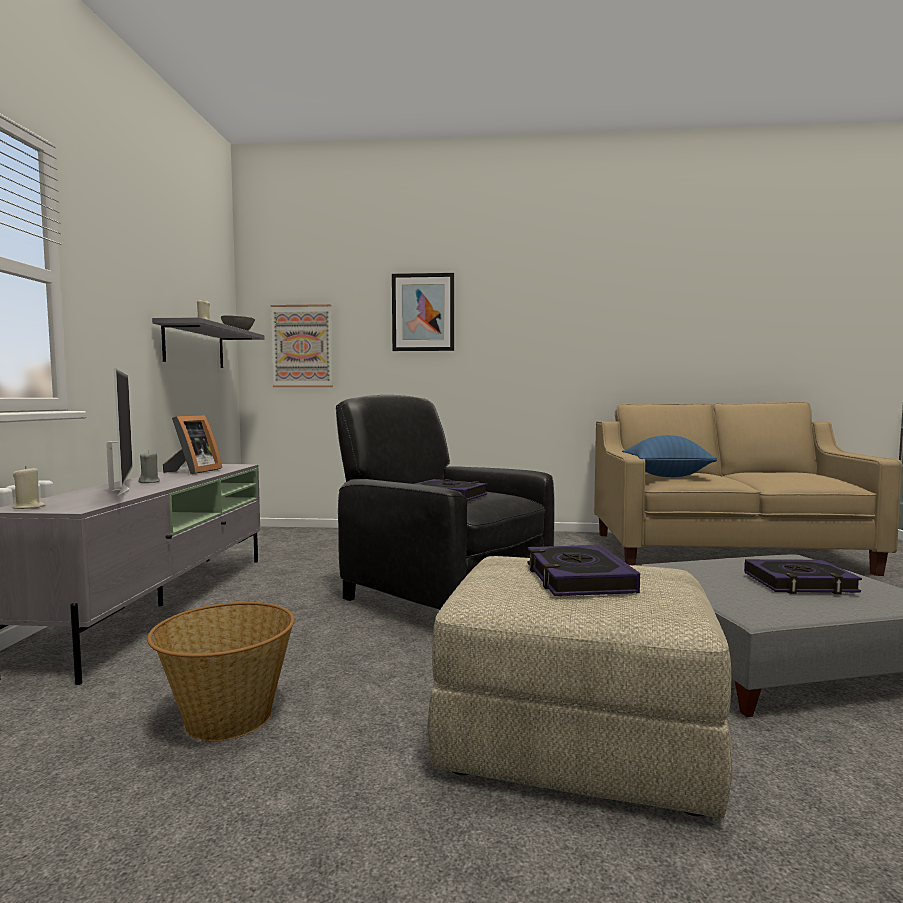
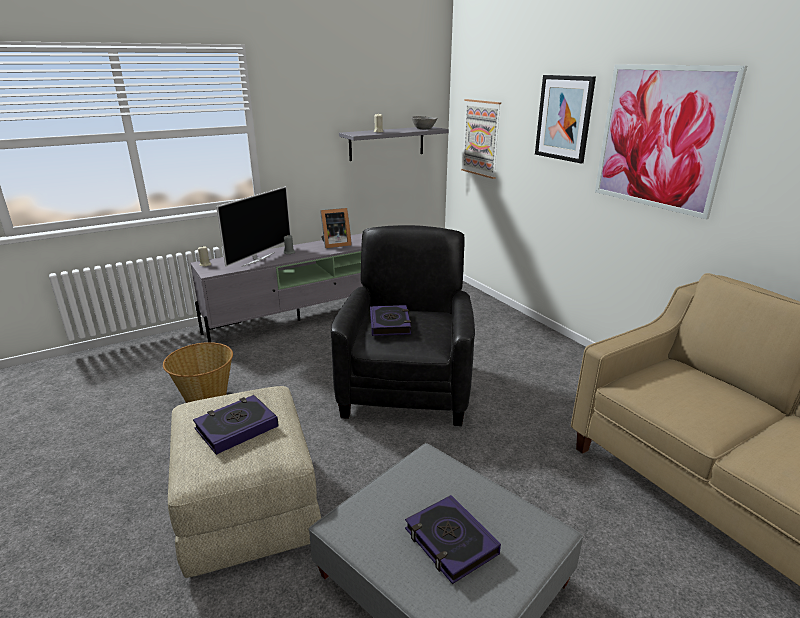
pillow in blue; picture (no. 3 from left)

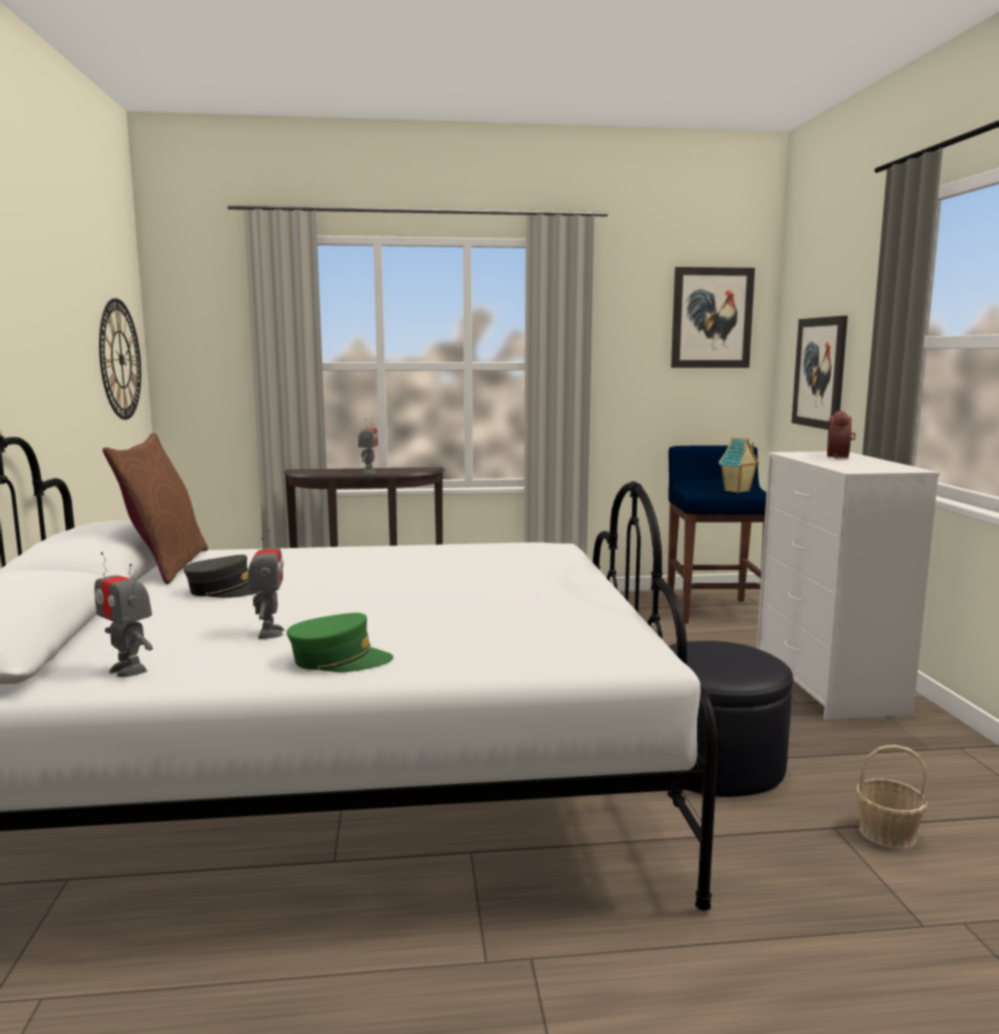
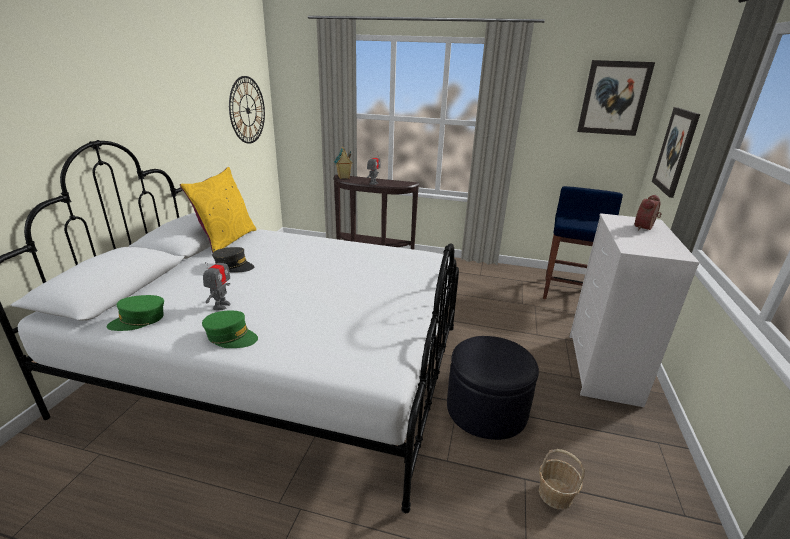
cap in green (no. 1 from left); pillow in yellow; toy house

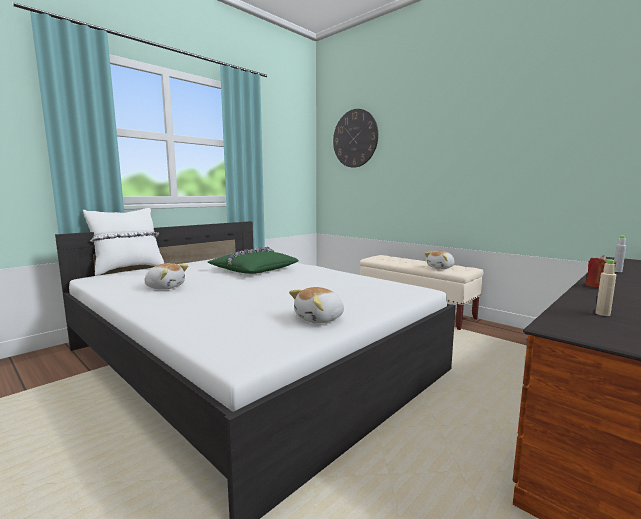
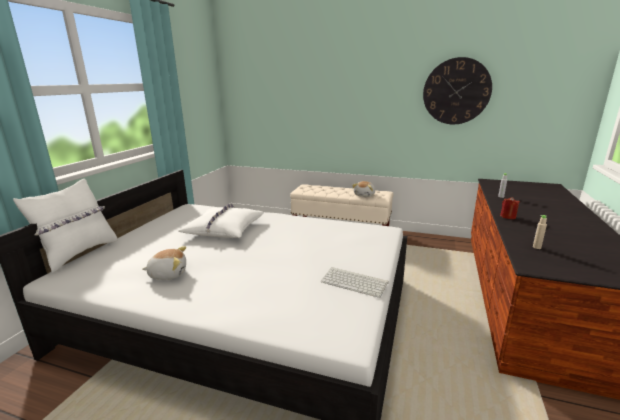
pillow in white (no. 2 from left); keyboard; wall clock

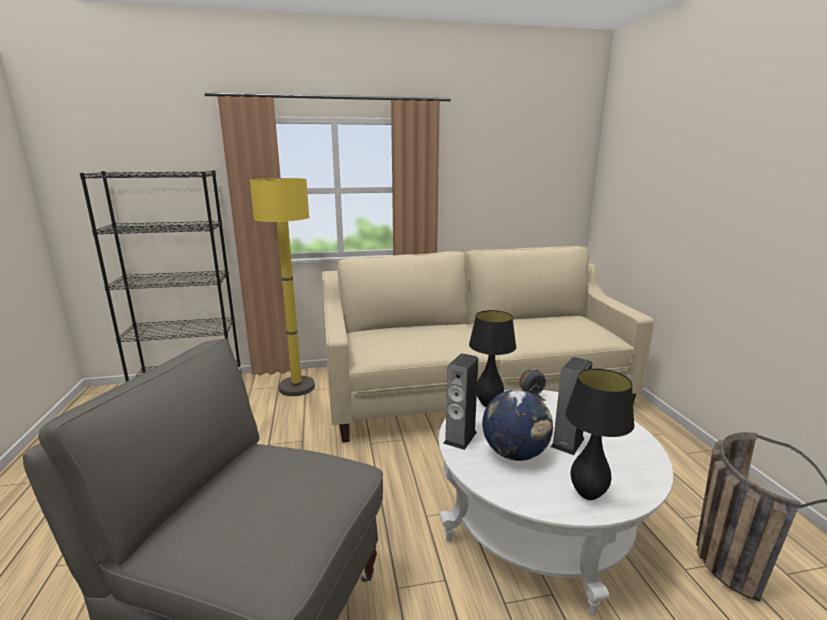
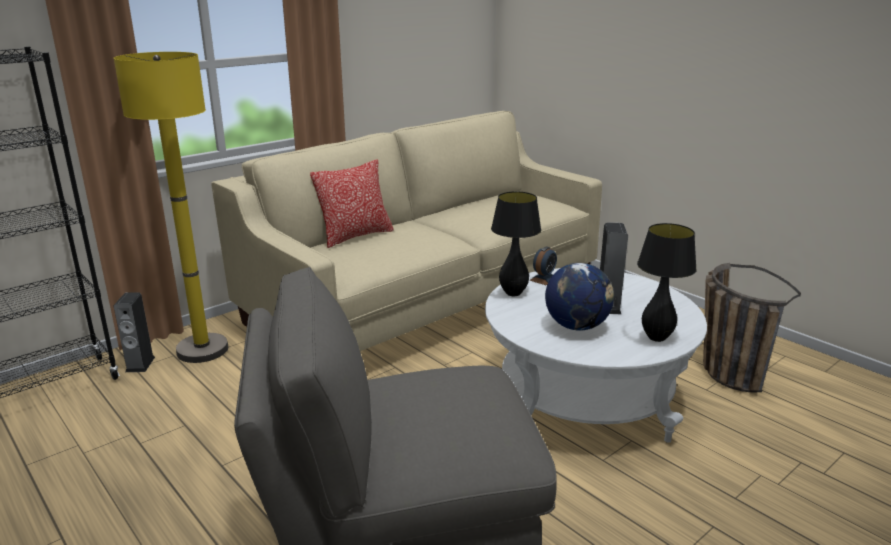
speaker (no. 1 from left); pillow

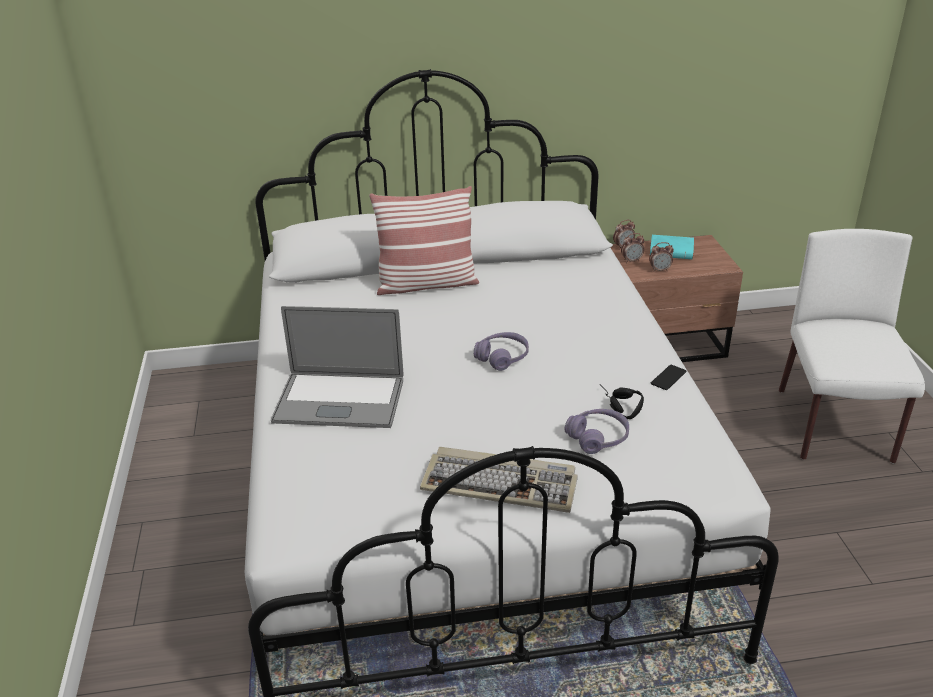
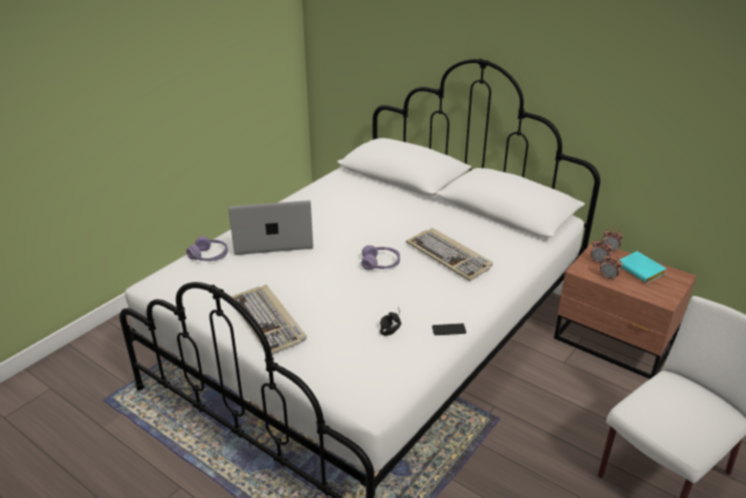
laptop; pillow; headphones in purple (no. 1 from left); keyboard (no. 2 from left)

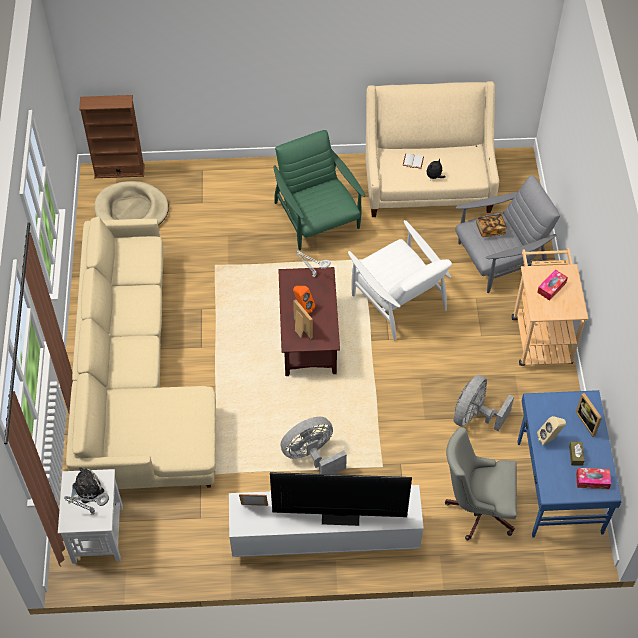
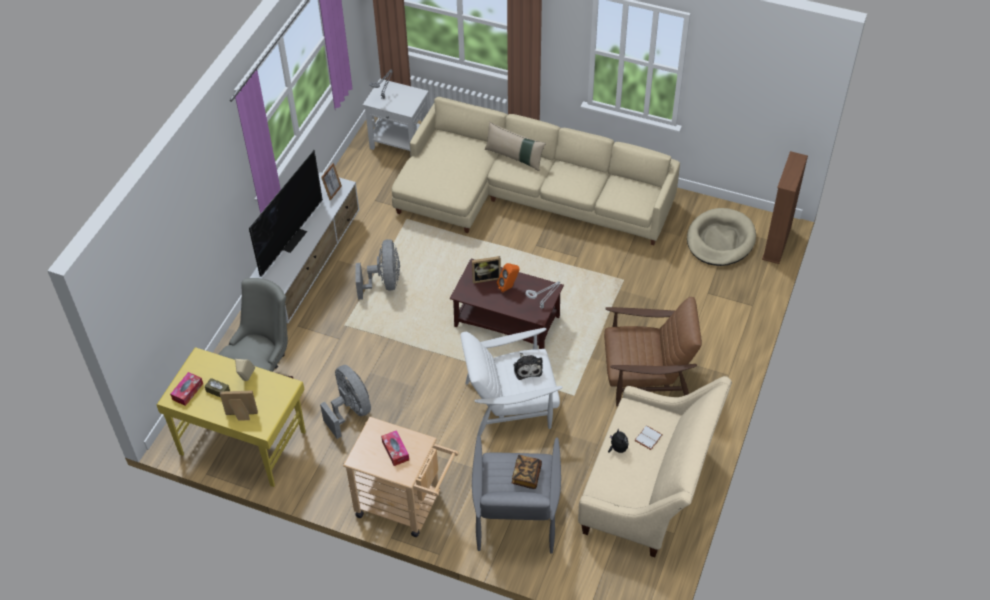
plush toy (no. 1 from left); armchair in brown; desk in yellow; pillow in beige

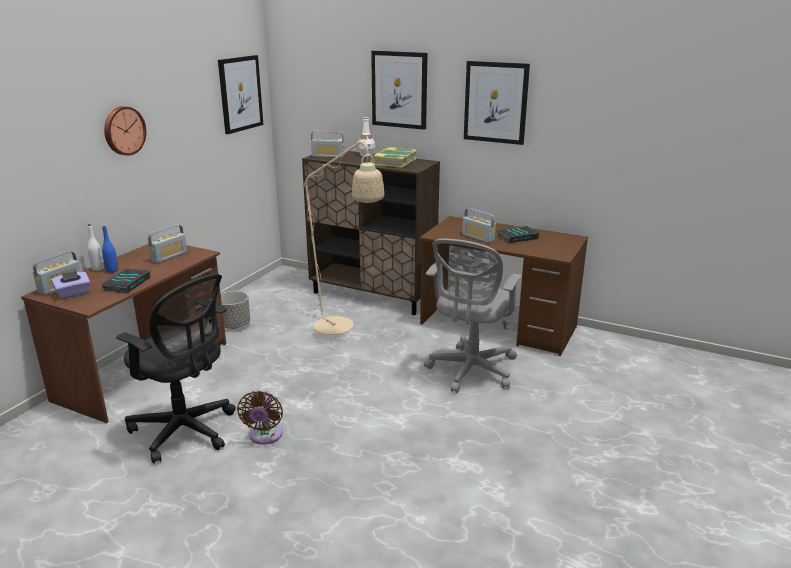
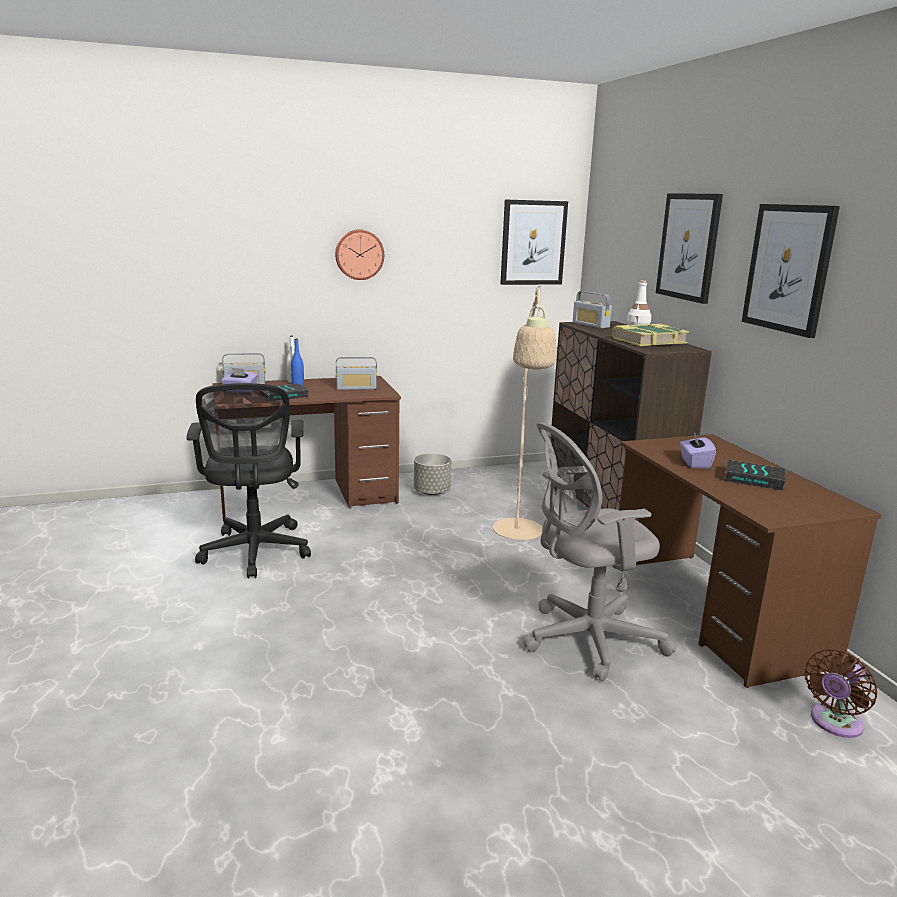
fan in brown; tissue box in purple (no. 2 from left)

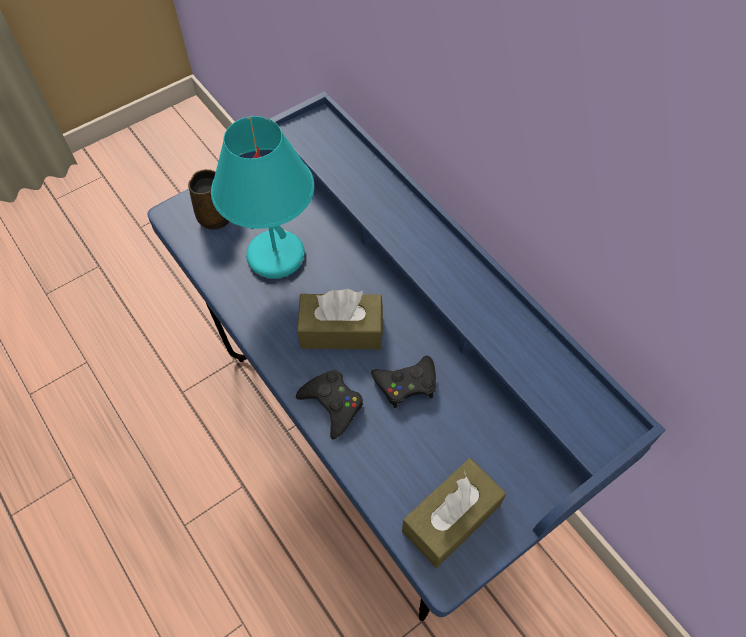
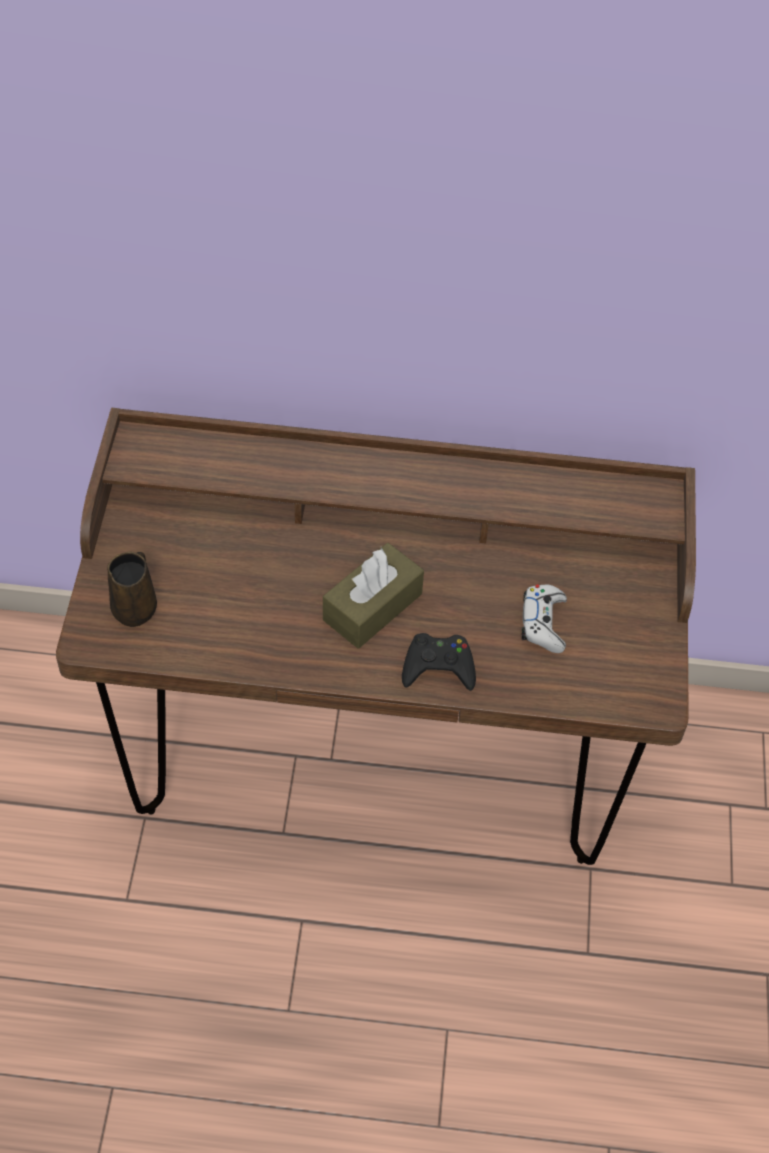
desk in brown; table lamp in turquoise; game controller in black (no. 2 from left in the first image); tissue box in brown (no. 2 from left in the first image); game controller in white

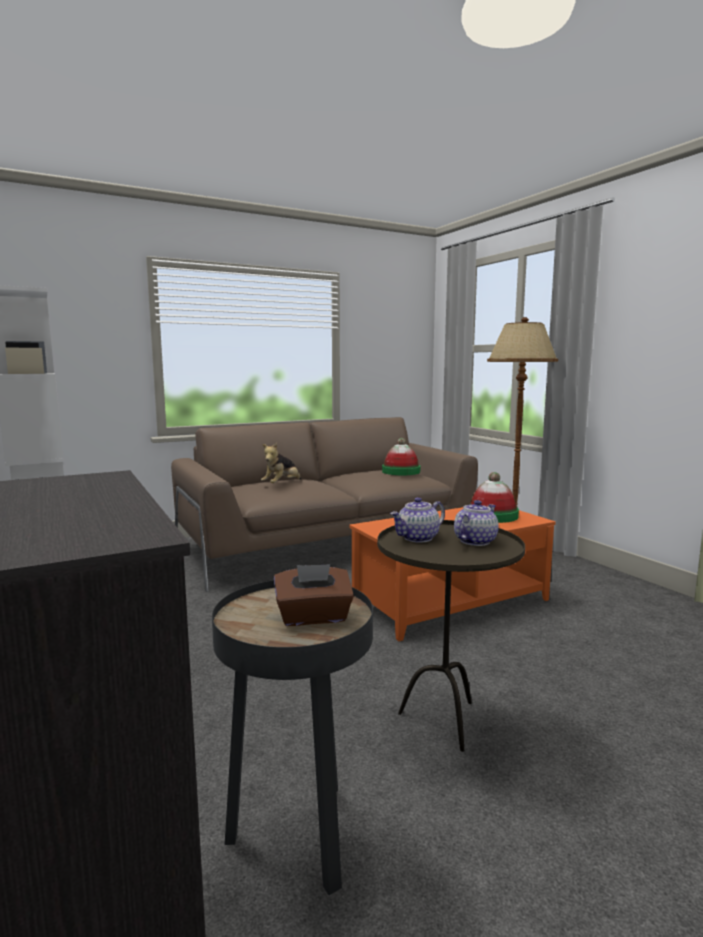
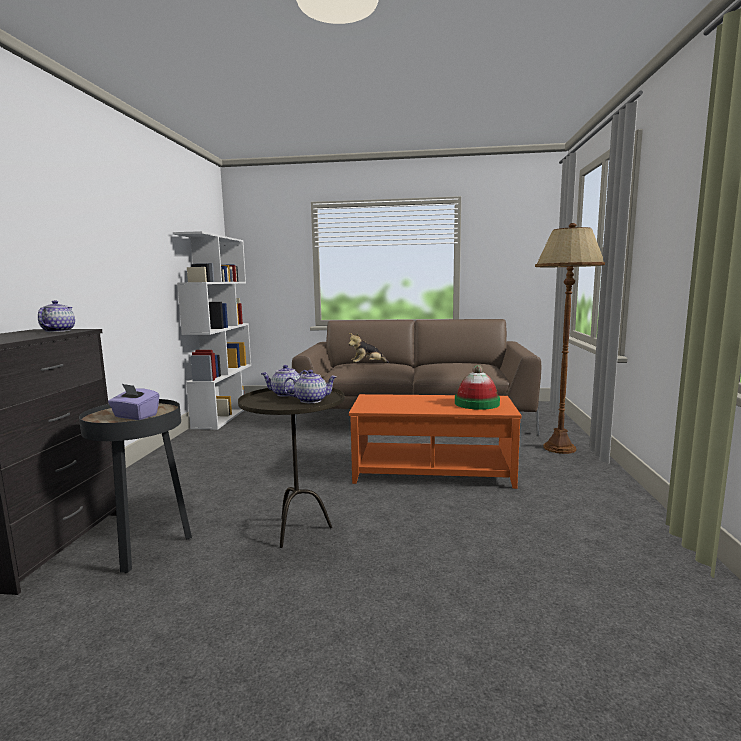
tissue box in purple; hat (no. 1 from left in the first image); teapot (no. 1 from left)

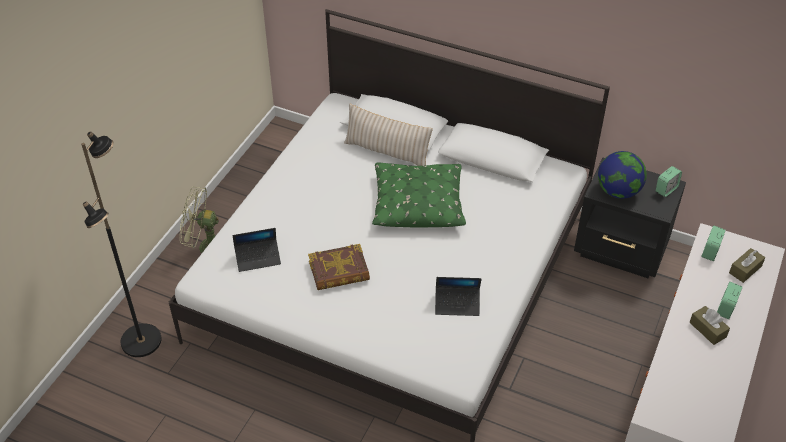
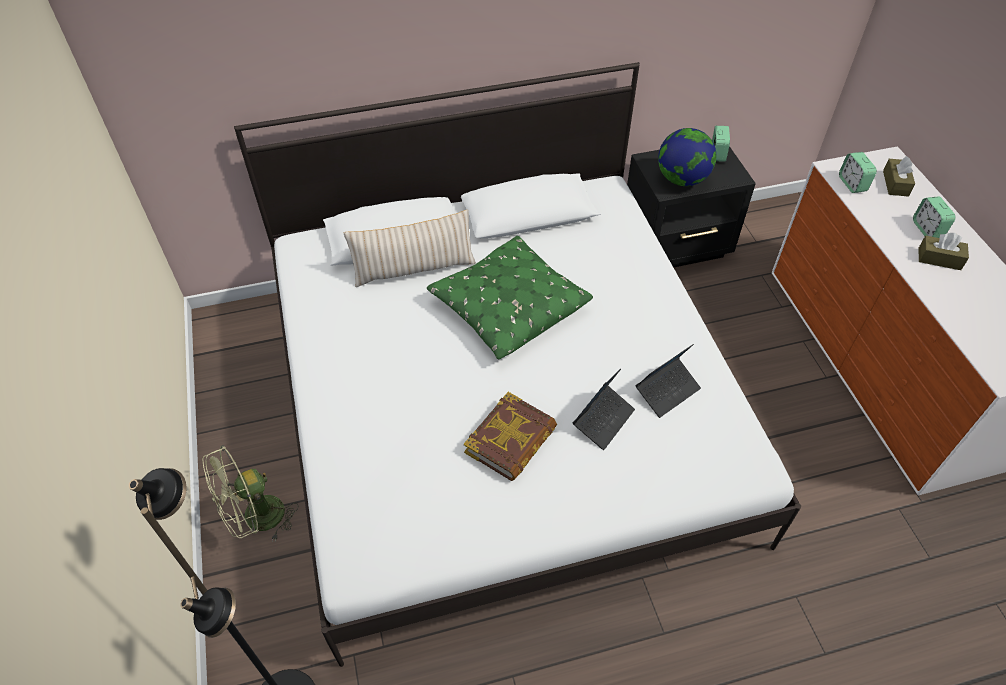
laptop (no. 1 from left)

